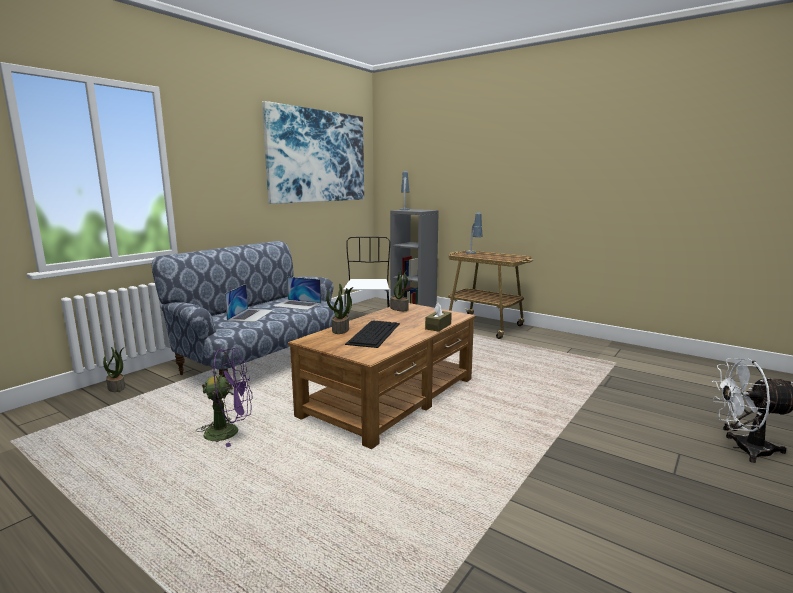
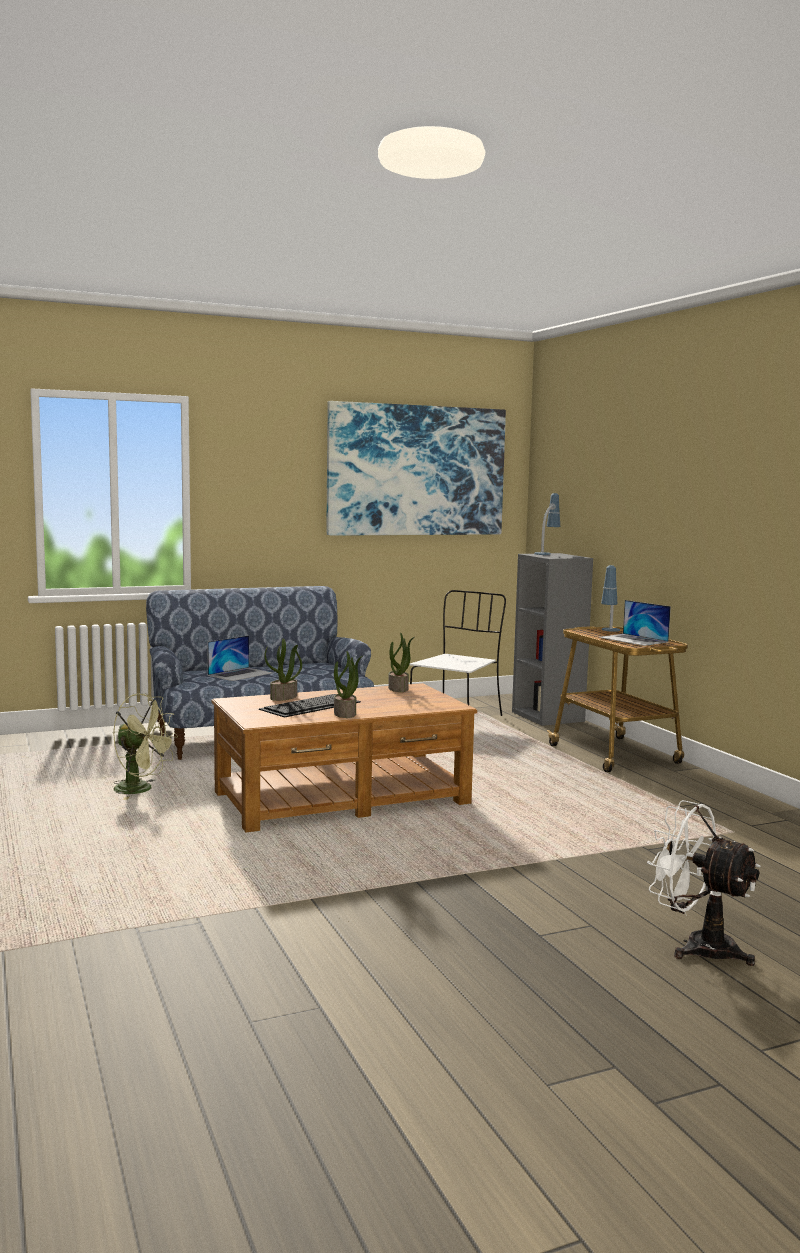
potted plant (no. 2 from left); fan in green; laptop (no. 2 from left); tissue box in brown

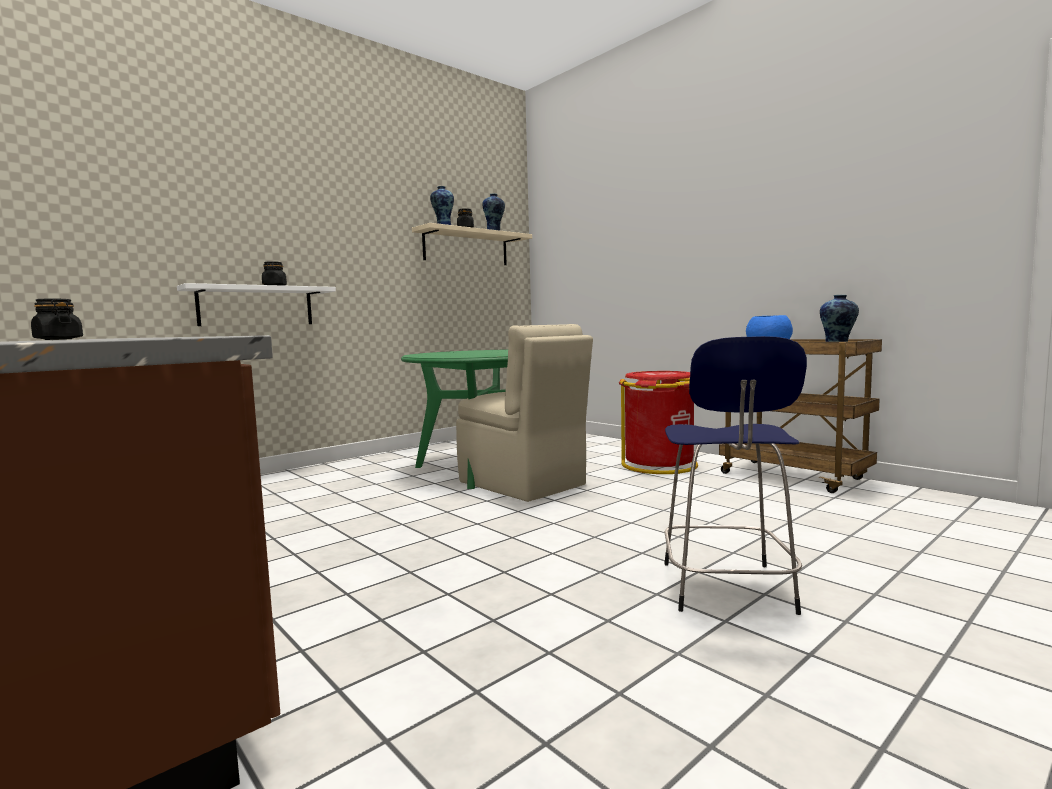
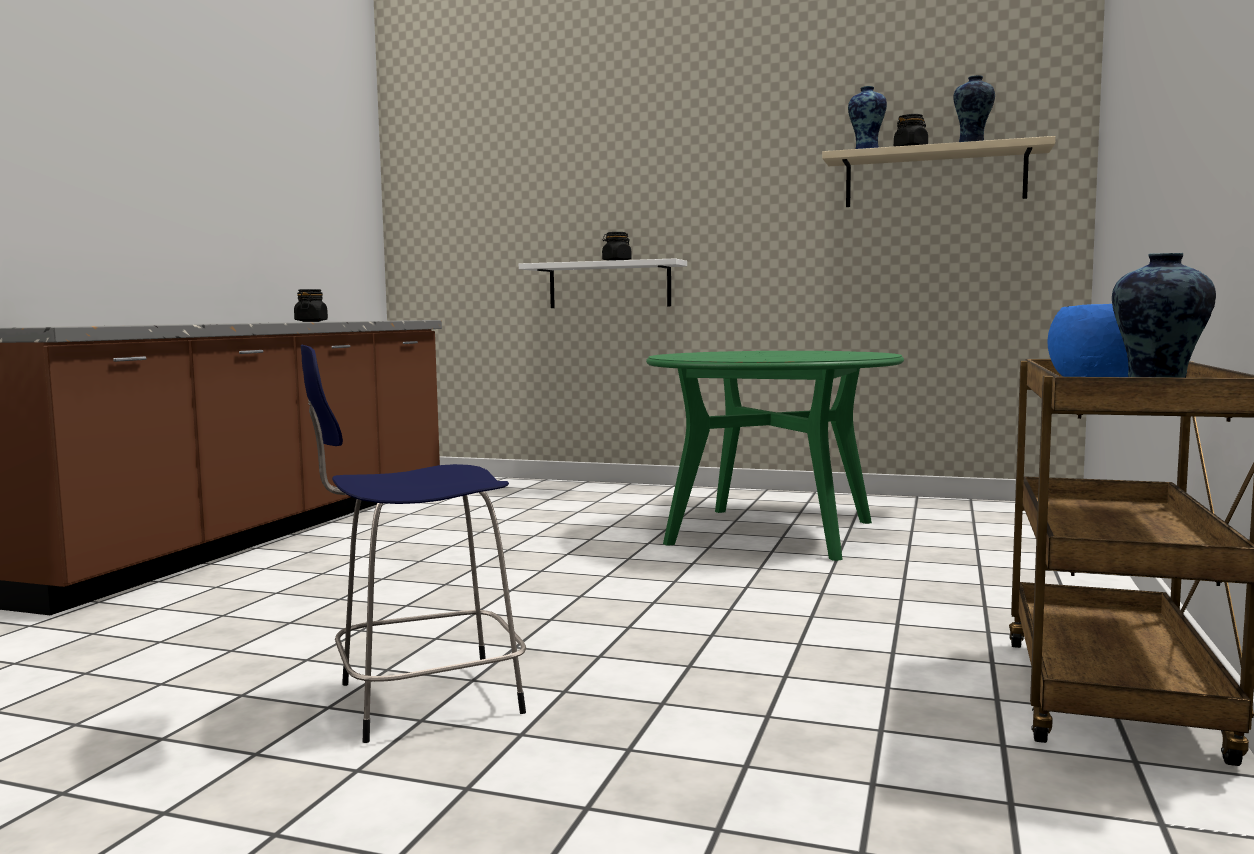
chair in beige; trash can in red

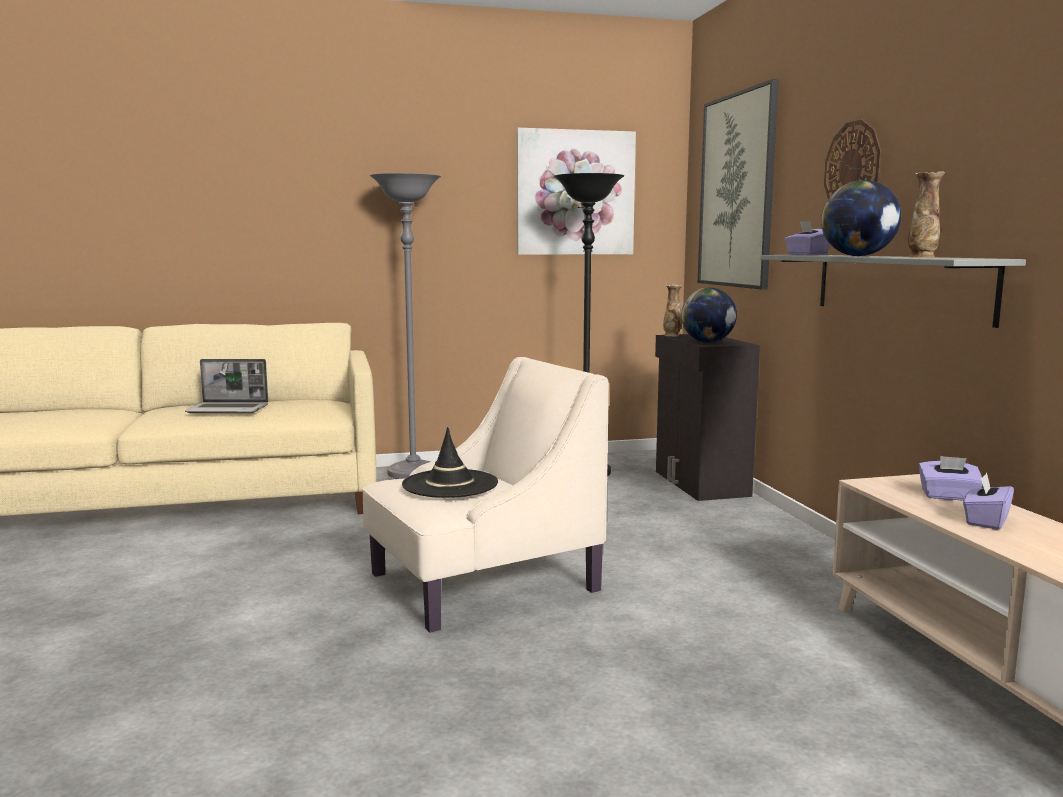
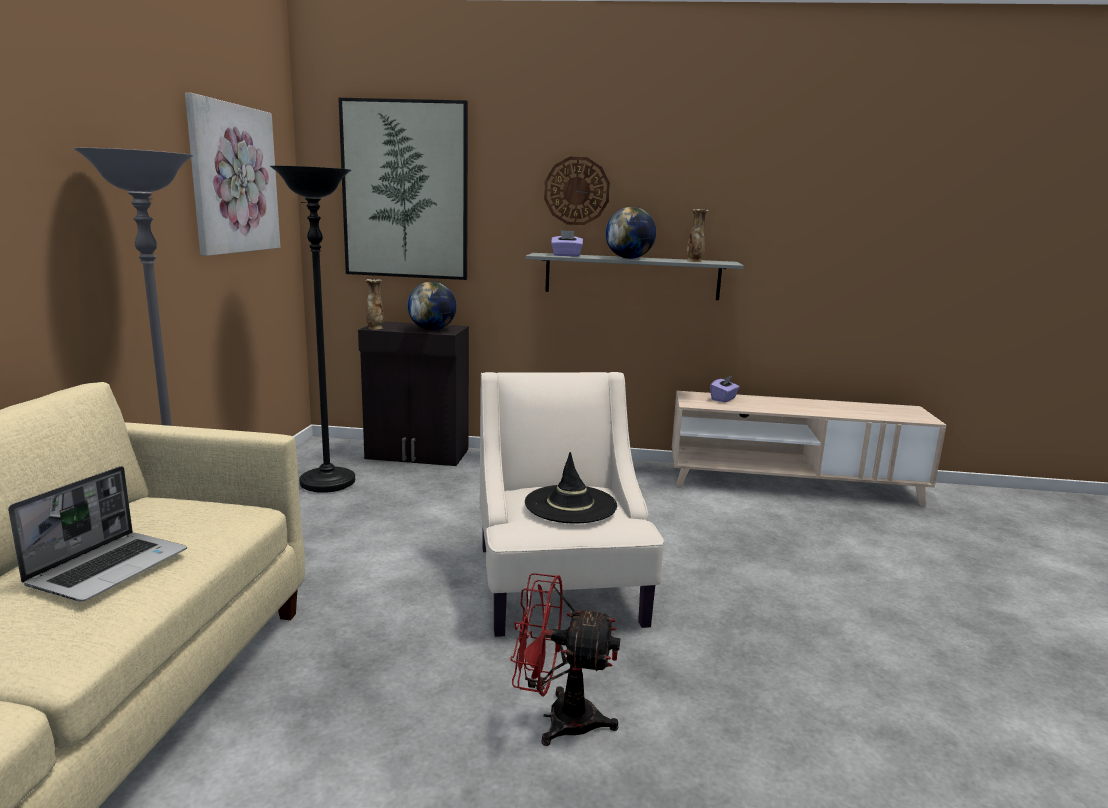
tissue box in purple (no. 3 from left in the first image); fan in red

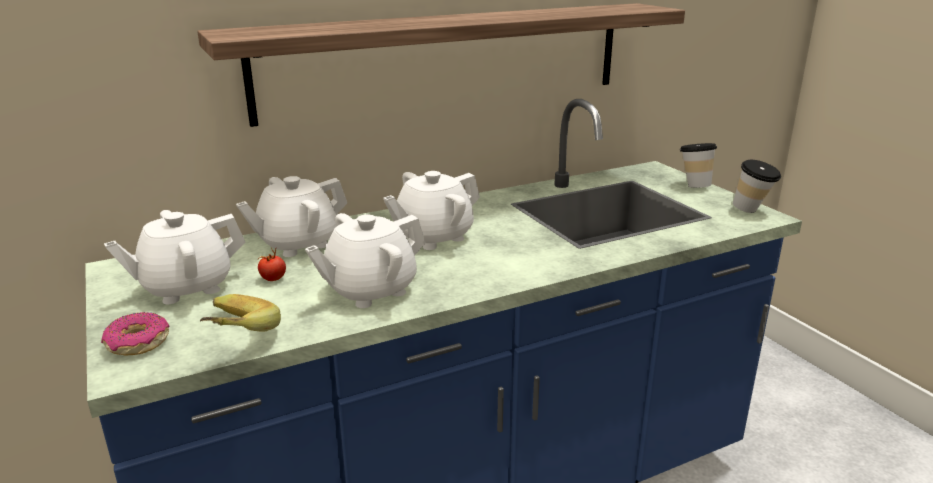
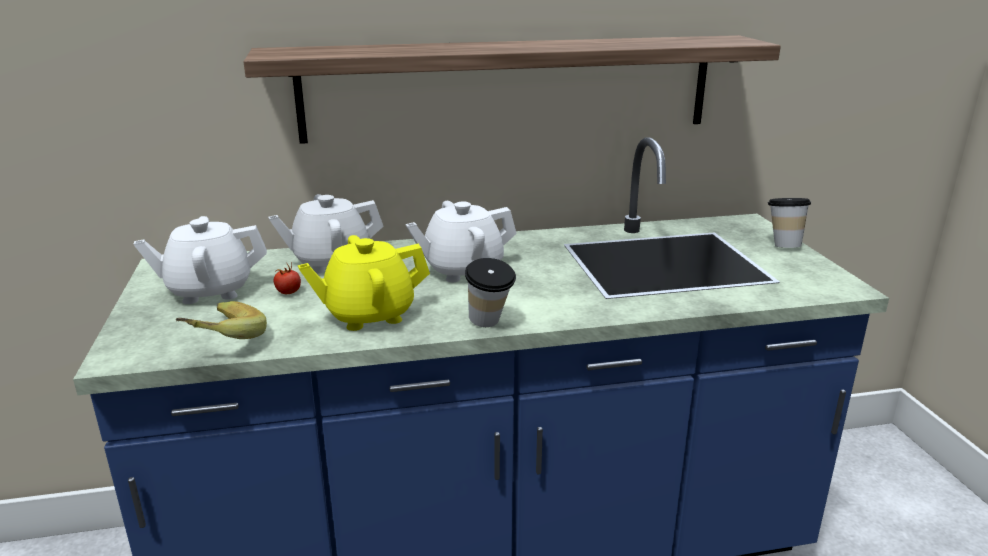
donut; teapot in yellow; cup (no. 1 from left)

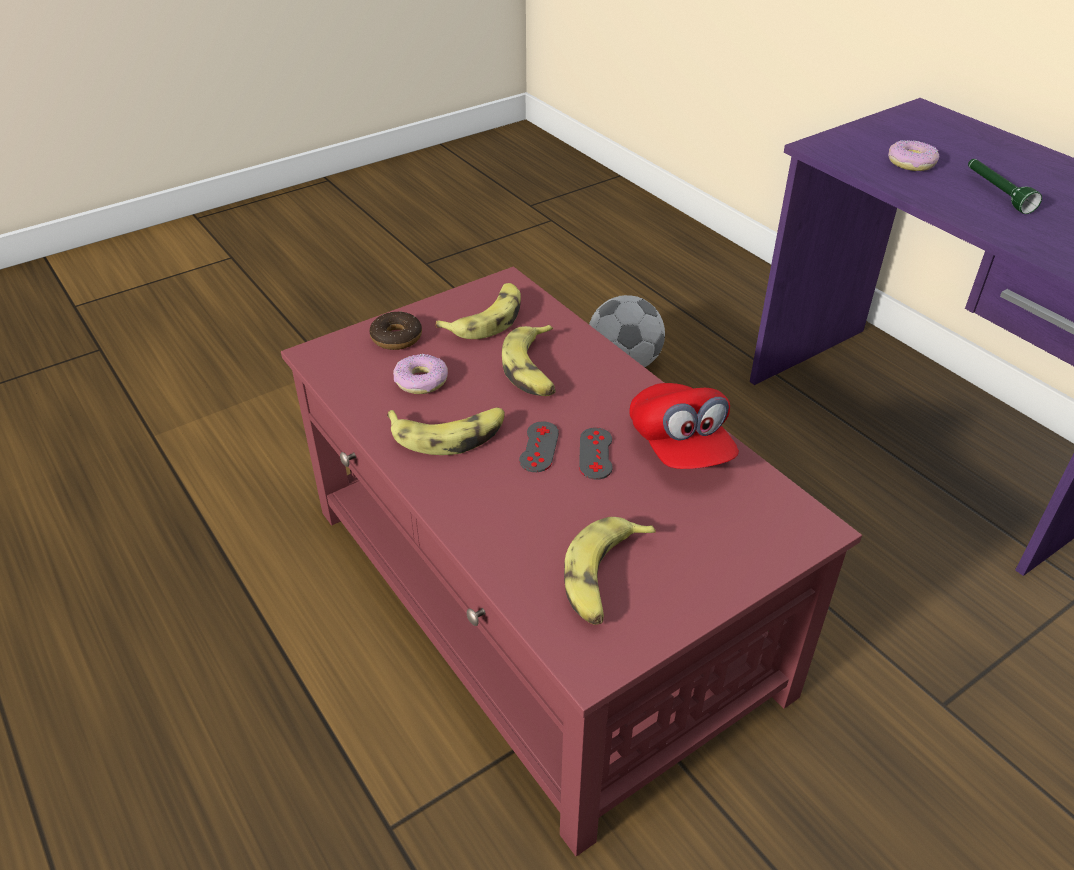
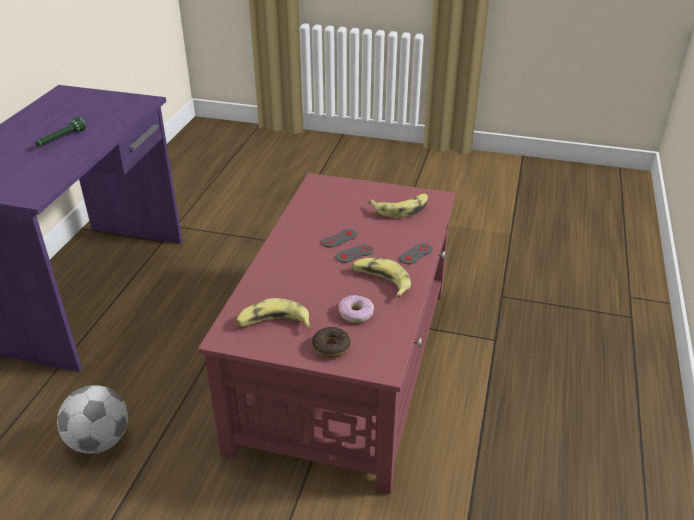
banana (no. 3 from left in the first image); cap in red; donut (no. 3 from left in the first image); game controller in grey (no. 3 from left)

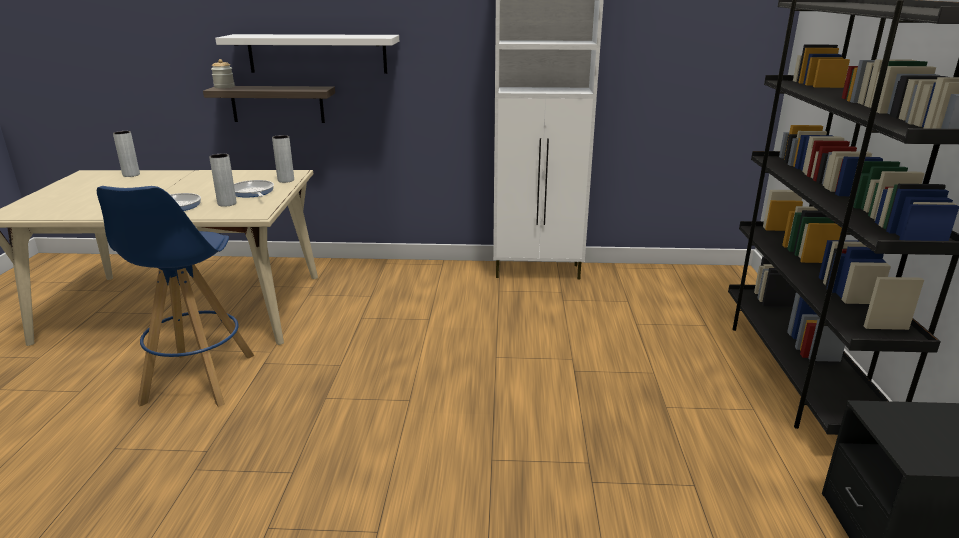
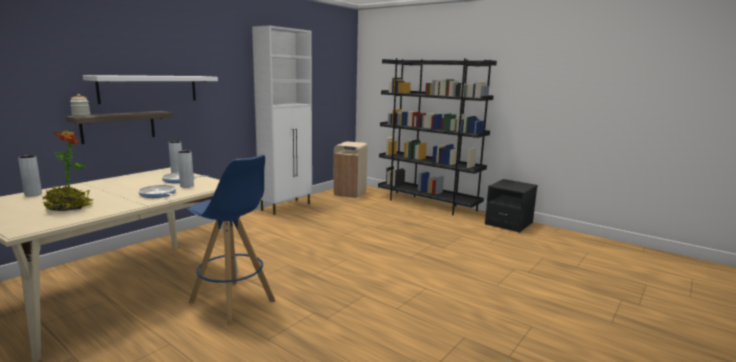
potted plant; trash can in beige

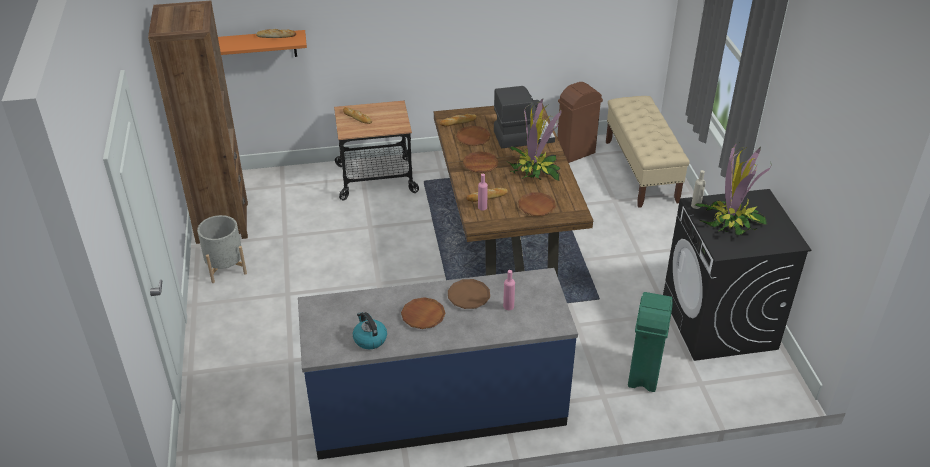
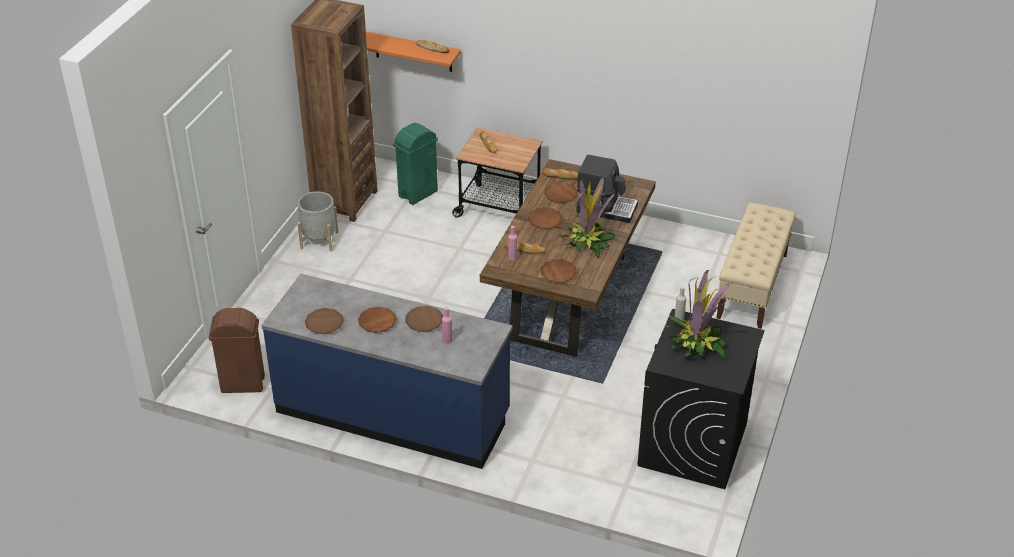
plate in brown (no. 1 from left); trash can in brown; trash can in green

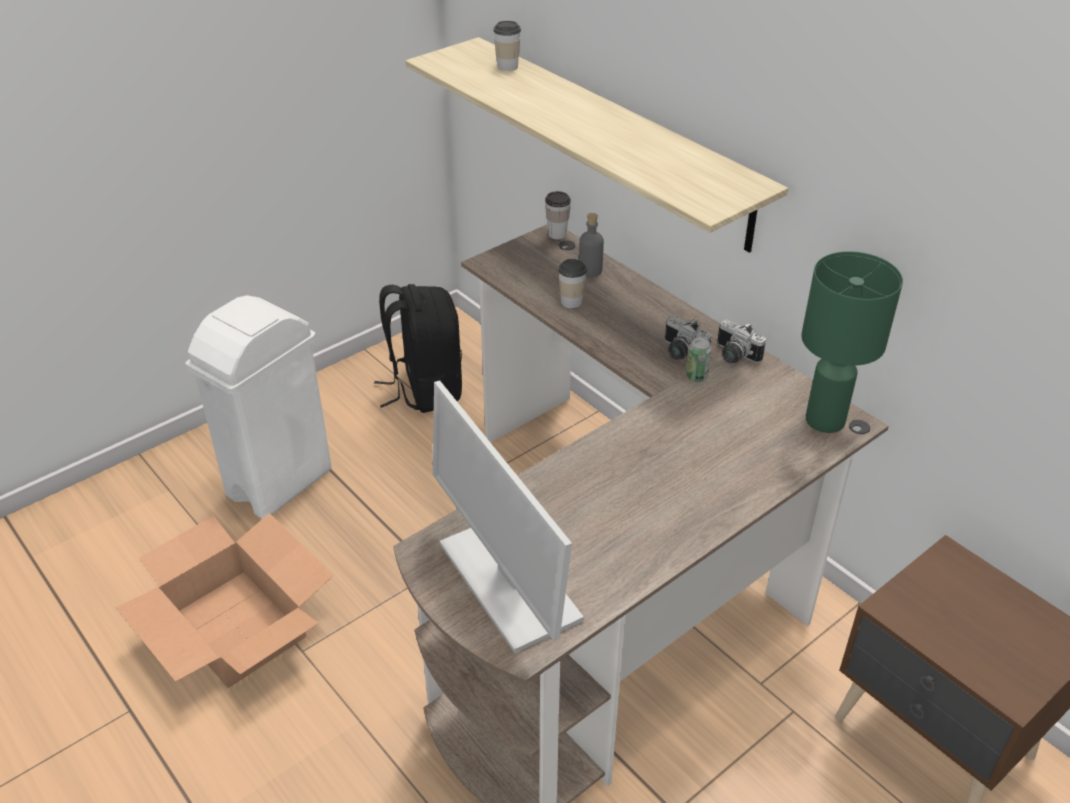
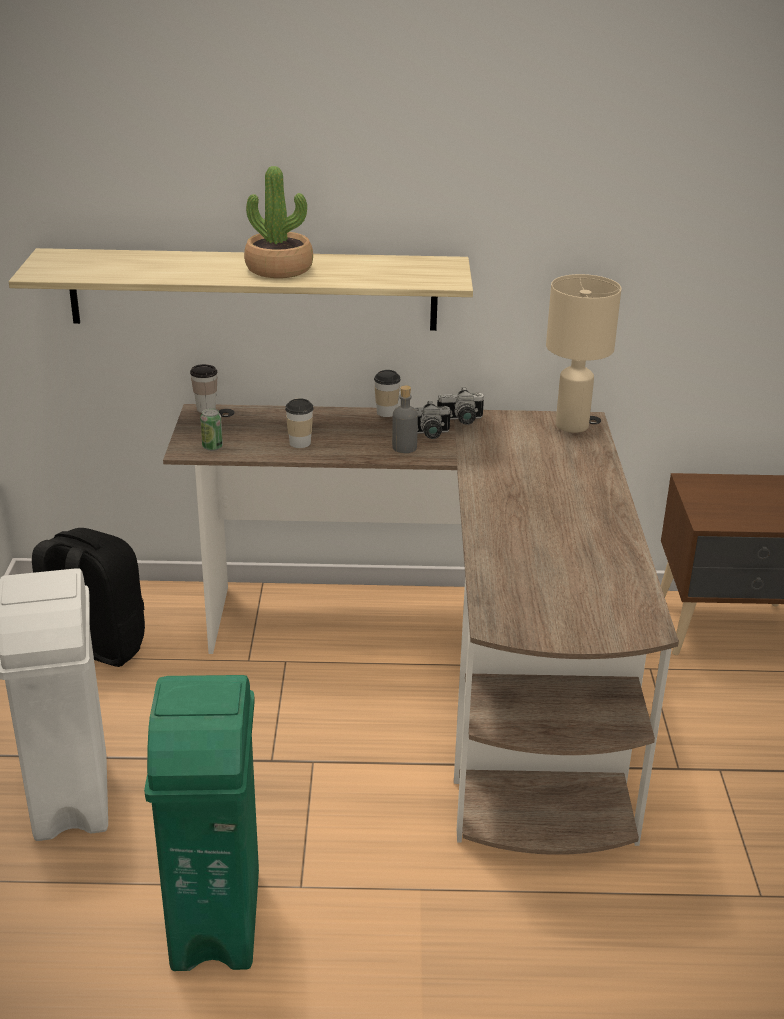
trash can in green; monitor; cup (no. 3 from left); bottle in grey; can; table lamp in beige; potted plant

